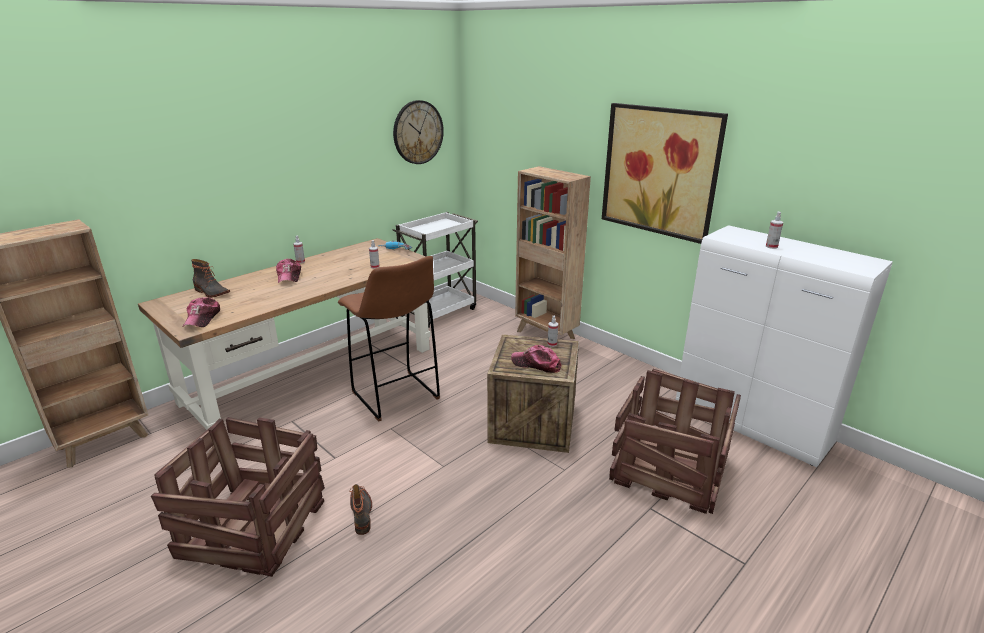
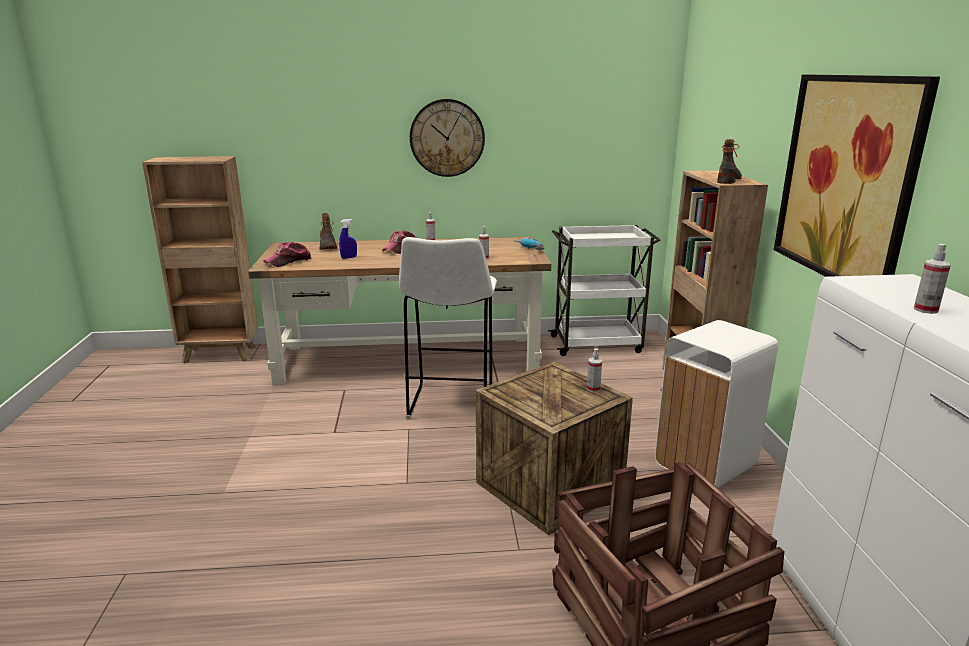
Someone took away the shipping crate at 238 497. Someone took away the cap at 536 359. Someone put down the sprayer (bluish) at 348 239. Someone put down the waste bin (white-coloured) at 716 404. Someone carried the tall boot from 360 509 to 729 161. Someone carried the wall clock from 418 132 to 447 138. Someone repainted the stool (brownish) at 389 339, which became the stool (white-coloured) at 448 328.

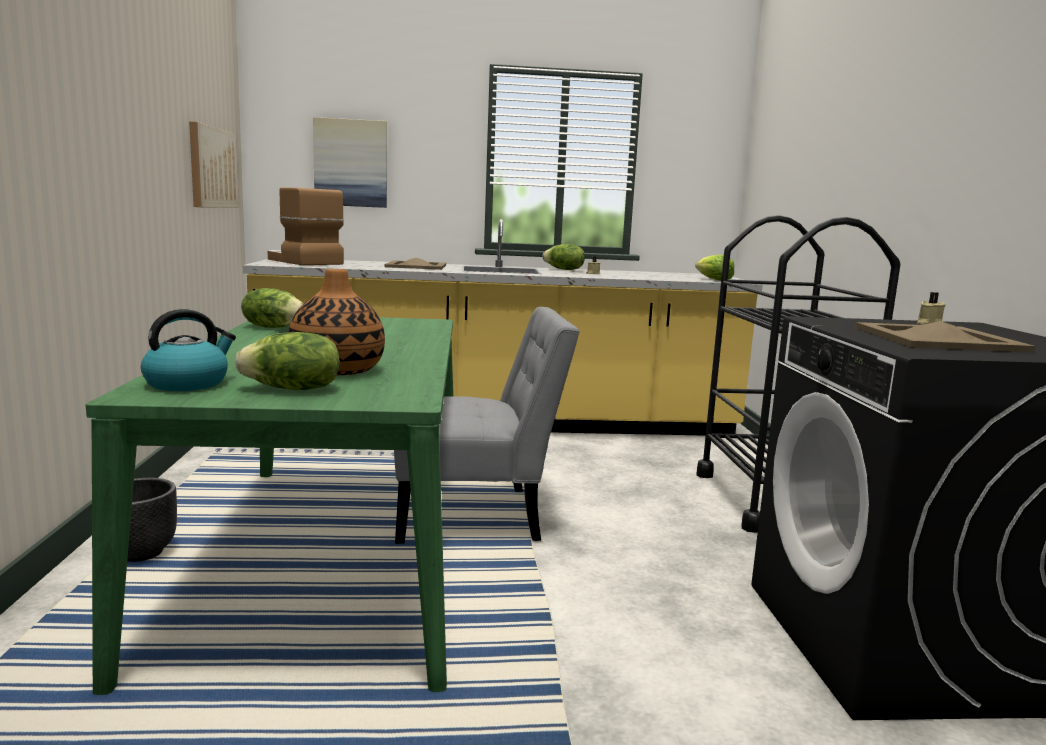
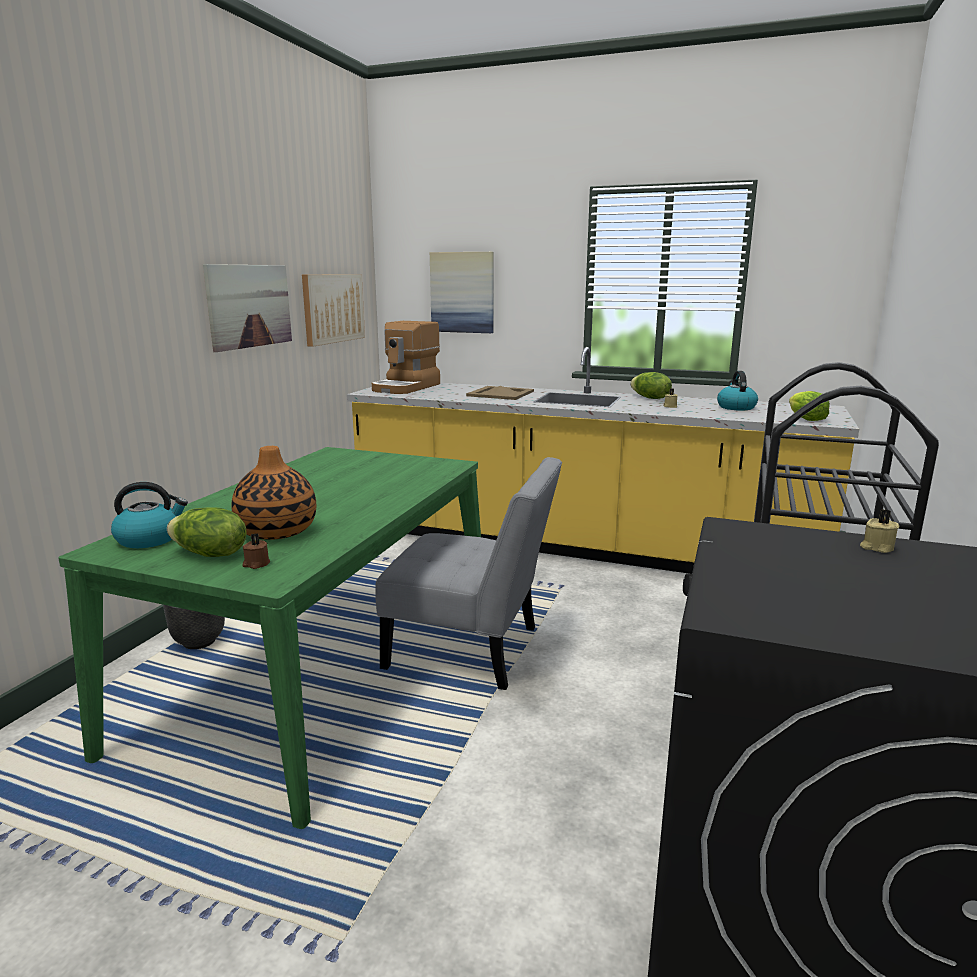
Someone took away the lettuce at 272 308. Someone took away the serving tray (sand-coloured) at 945 336. Someone put up the wall art at 247 308. Someone put down the candle (brownish) at 256 551. Someone put down the tea kettle at 737 391. Someone rotated the coffee brewer at 306 226 by 135 degrees counterclockwise.

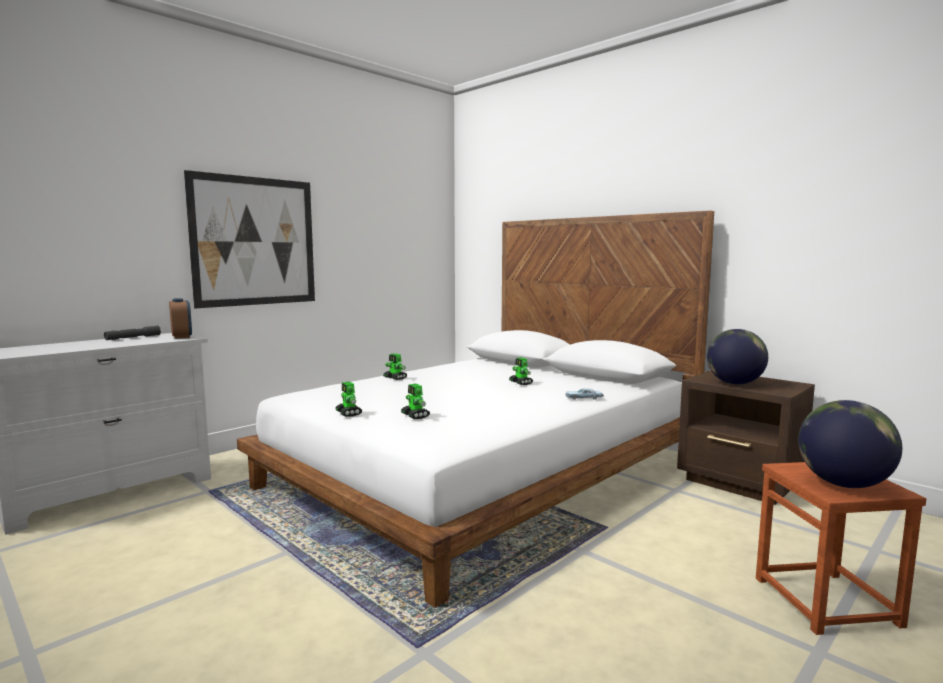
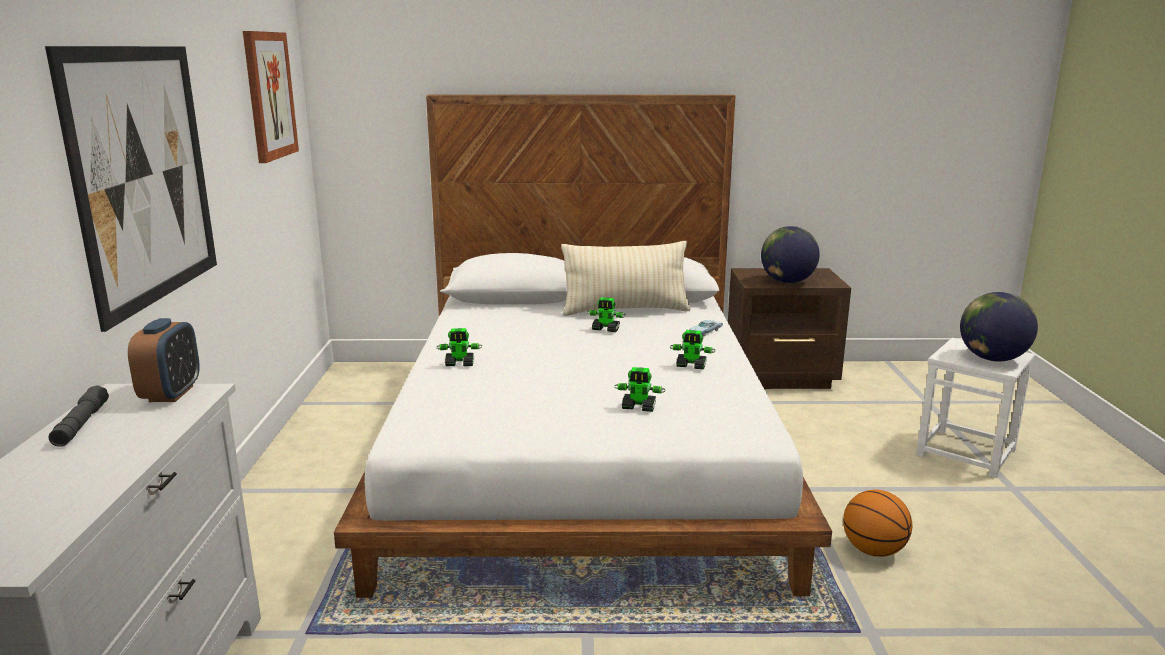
Someone put up the wall art at 271 97. Someone put down the throw pillow (sand-coloured) at 626 278. Someone put down the basketball at 877 523. Someone carried the robot figure from 348 399 to 692 350. Someone repainted the stool (brownish) at 841 548, which became the stool (white-coloured) at 975 408. Someone rotated the table clock at 180 318 by 75 degrees clockwise.

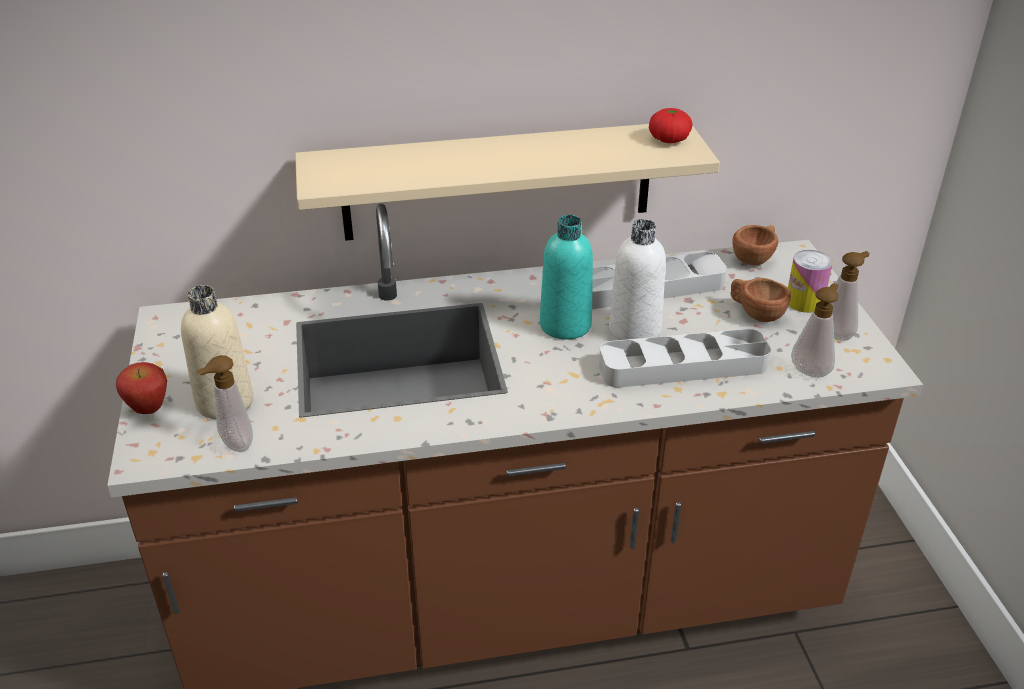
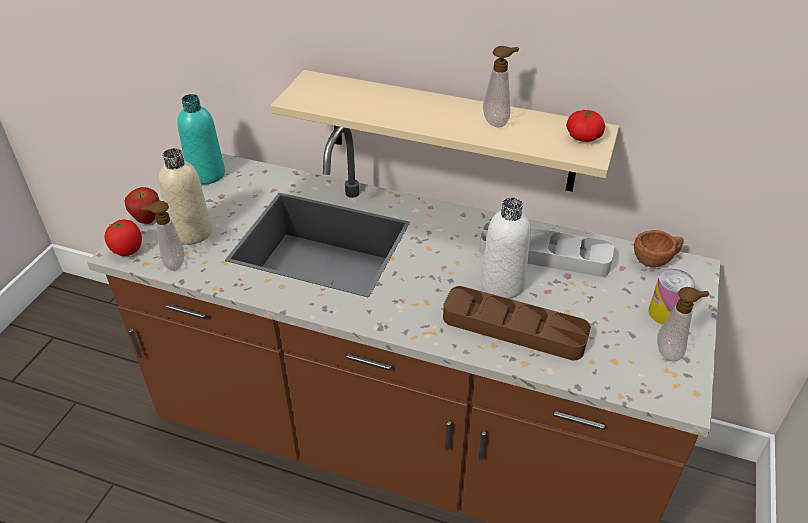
Someone took away the cup (brownish) at 761 300. Someone put down the tomato at 123 237. Someone carried the beverage bottle (turquoise) from 566 277 to 201 139. Someone carried the liquid soap bottle from 815 330 to 501 86. Someone repainted the serving tray (gray) at 685 358, which became the serving tray (brownish) at 517 323.

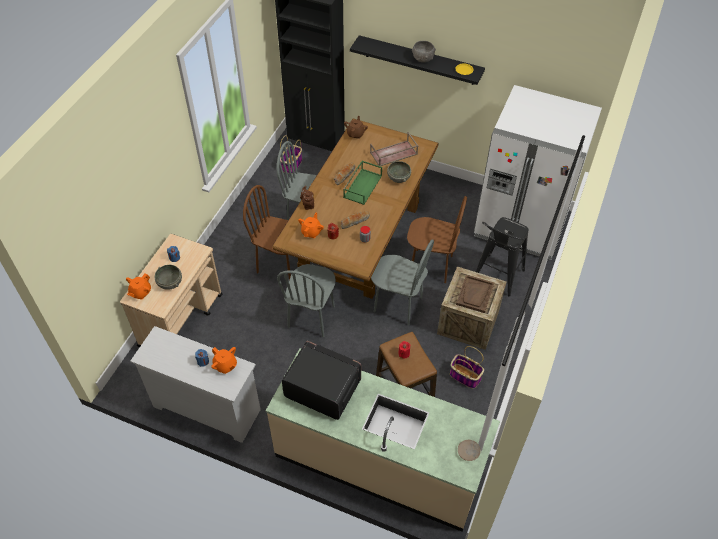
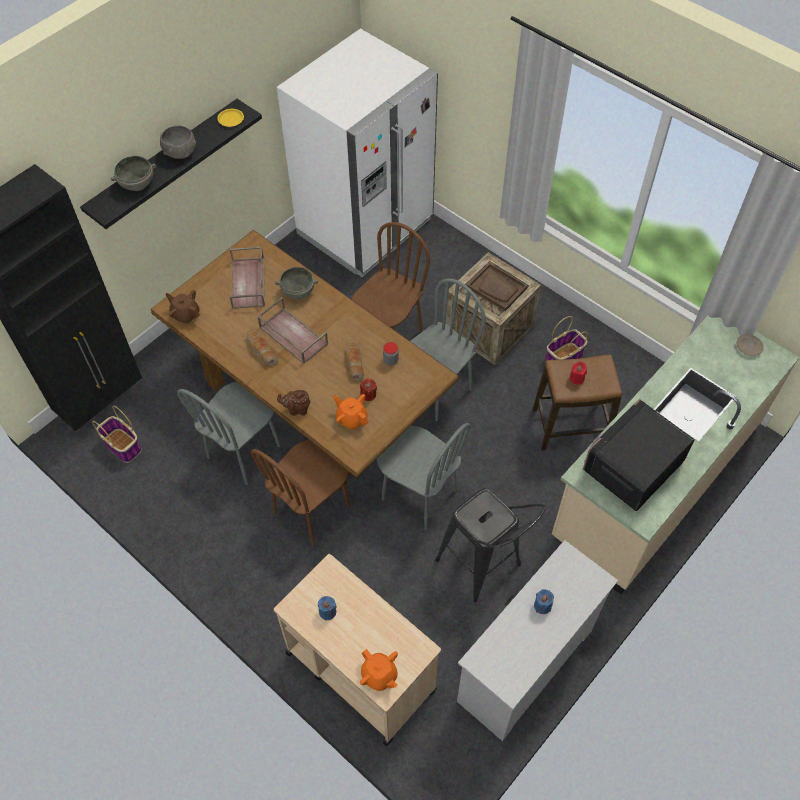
Someone took away the tea pot (orange) at 224 360. Someone carried the bowl (gray) from 168 277 to 133 173. Someone carried the stool (black) from 502 256 to 490 545. Someone repainted the serving tray (green) at 362 182, which became the serving tray (brownish) at 292 331.

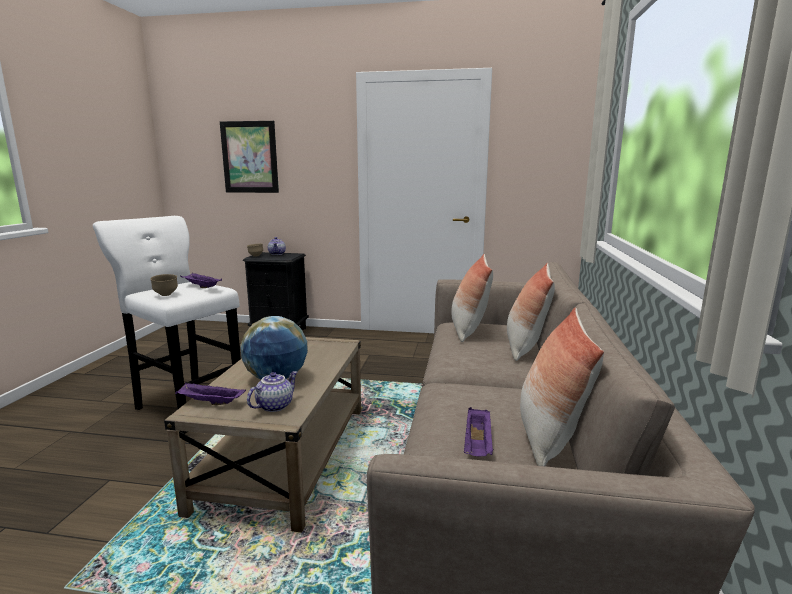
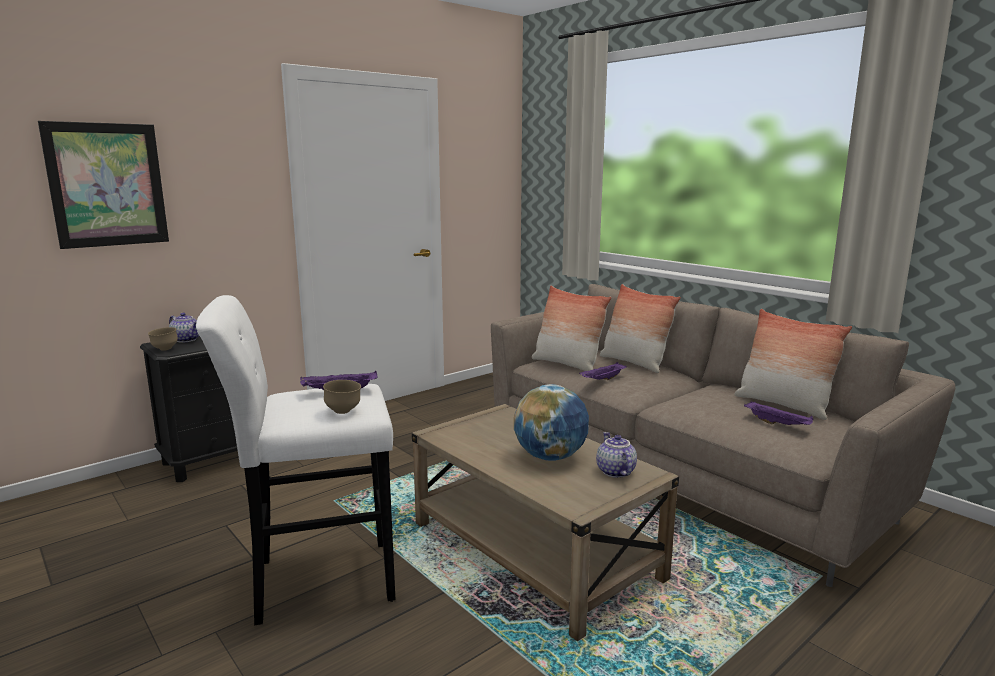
Someone carried the serving tray (purple-coloured) from 210 394 to 603 371.

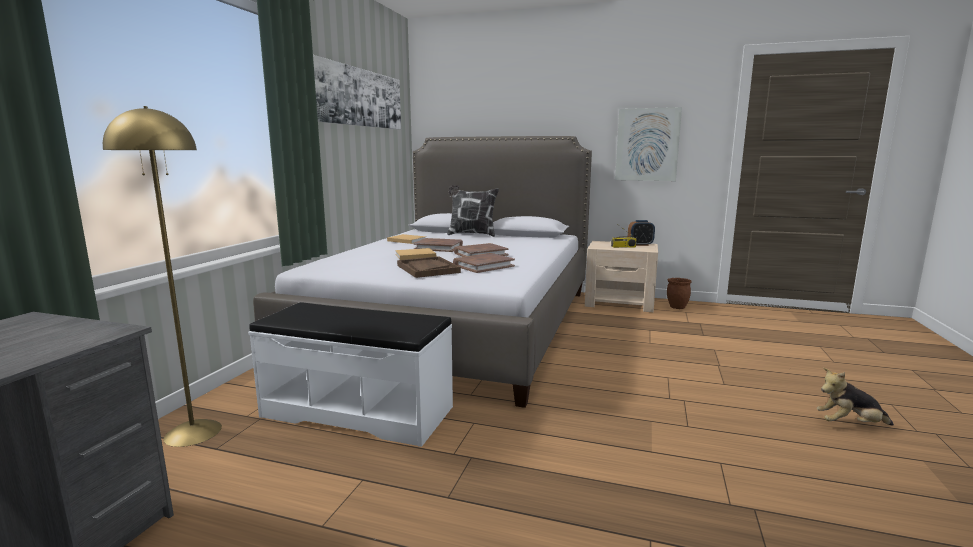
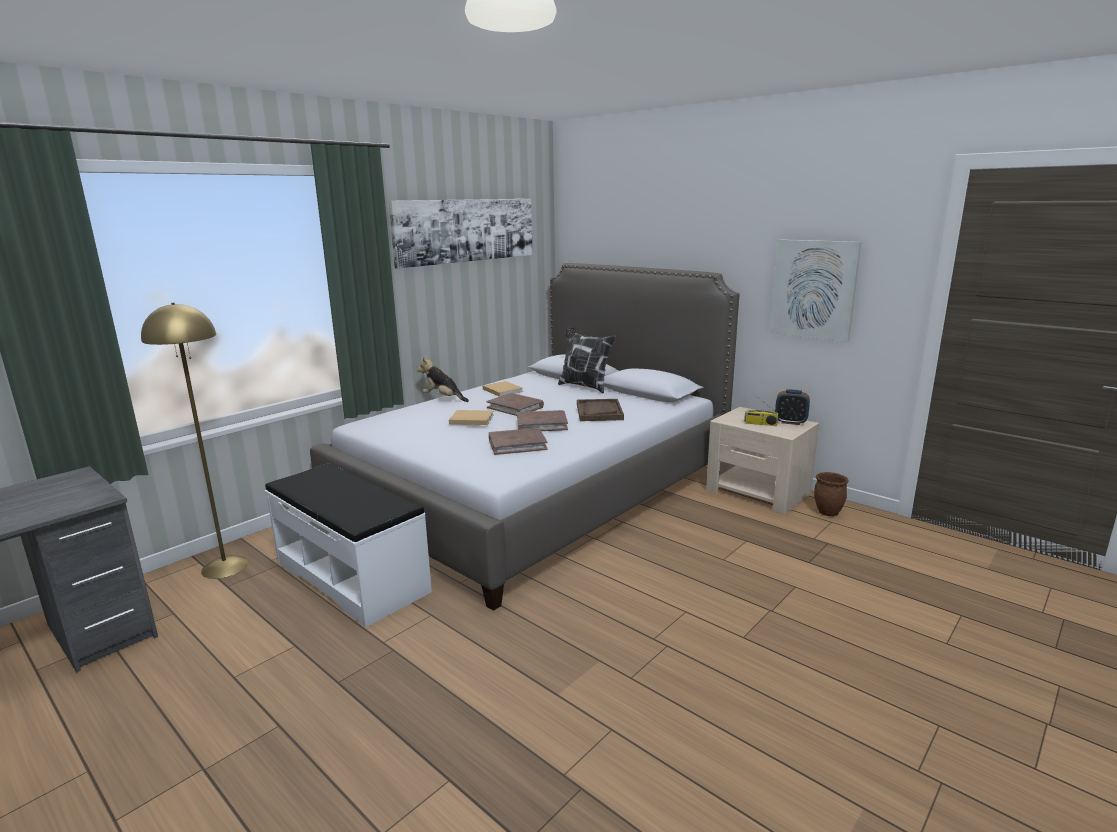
Someone carried the serving tray (brownish) from 429 267 to 600 410. Someone carried the cuddly toy from 855 397 to 443 379.

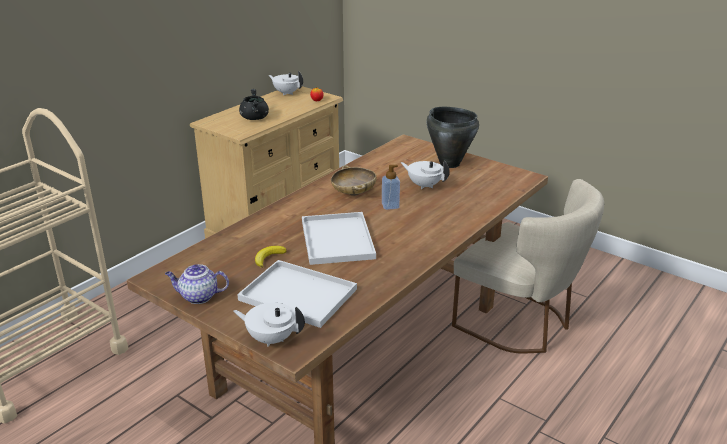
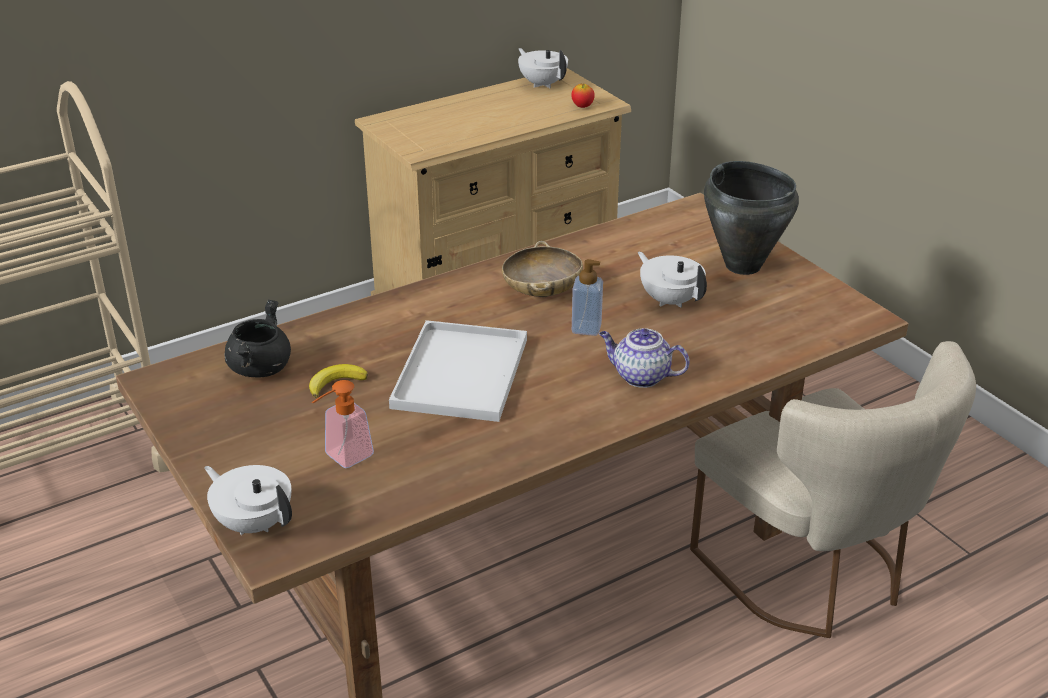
Someone carried the tea pot from 197 284 to 644 358. Someone carried the stockpot (black) from 254 104 to 258 338. Someone swapped the serving tray (white-coloured) at 297 294 for the liquid soap bottle at 343 424.

